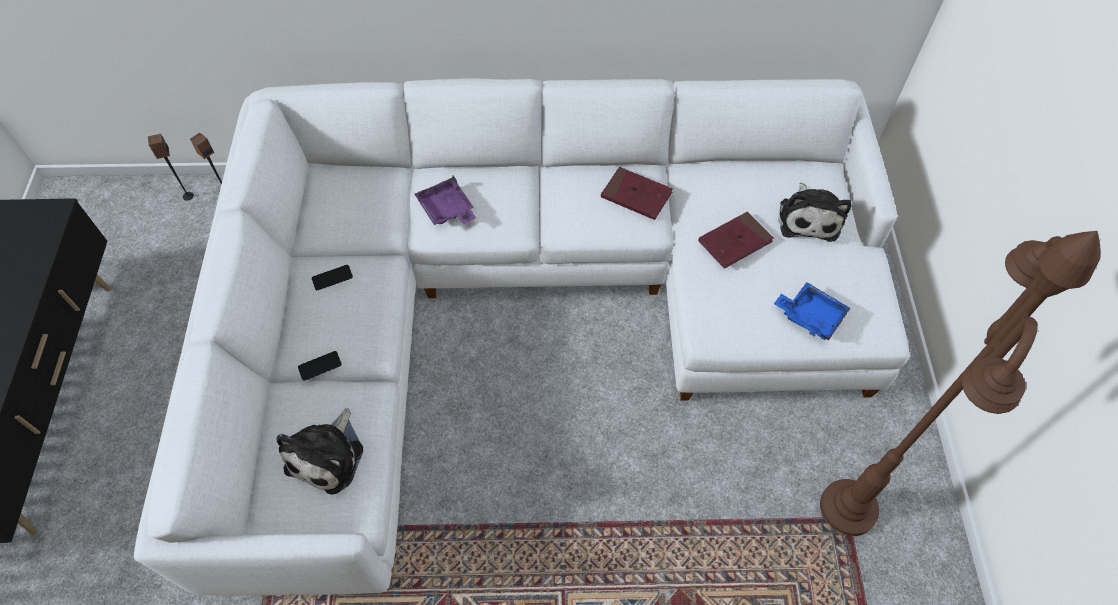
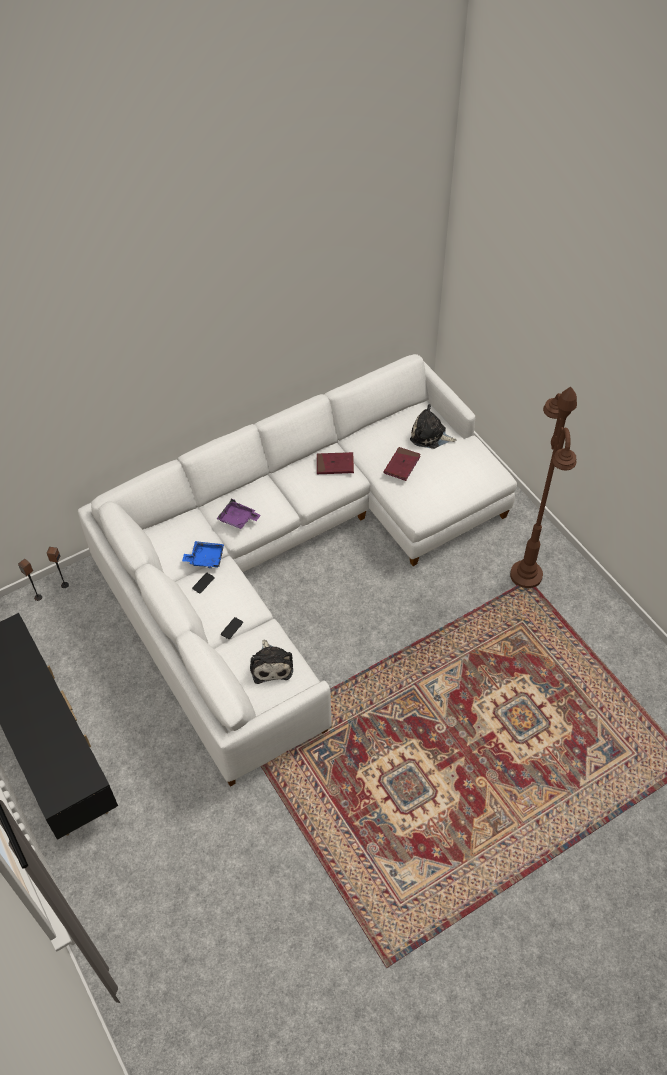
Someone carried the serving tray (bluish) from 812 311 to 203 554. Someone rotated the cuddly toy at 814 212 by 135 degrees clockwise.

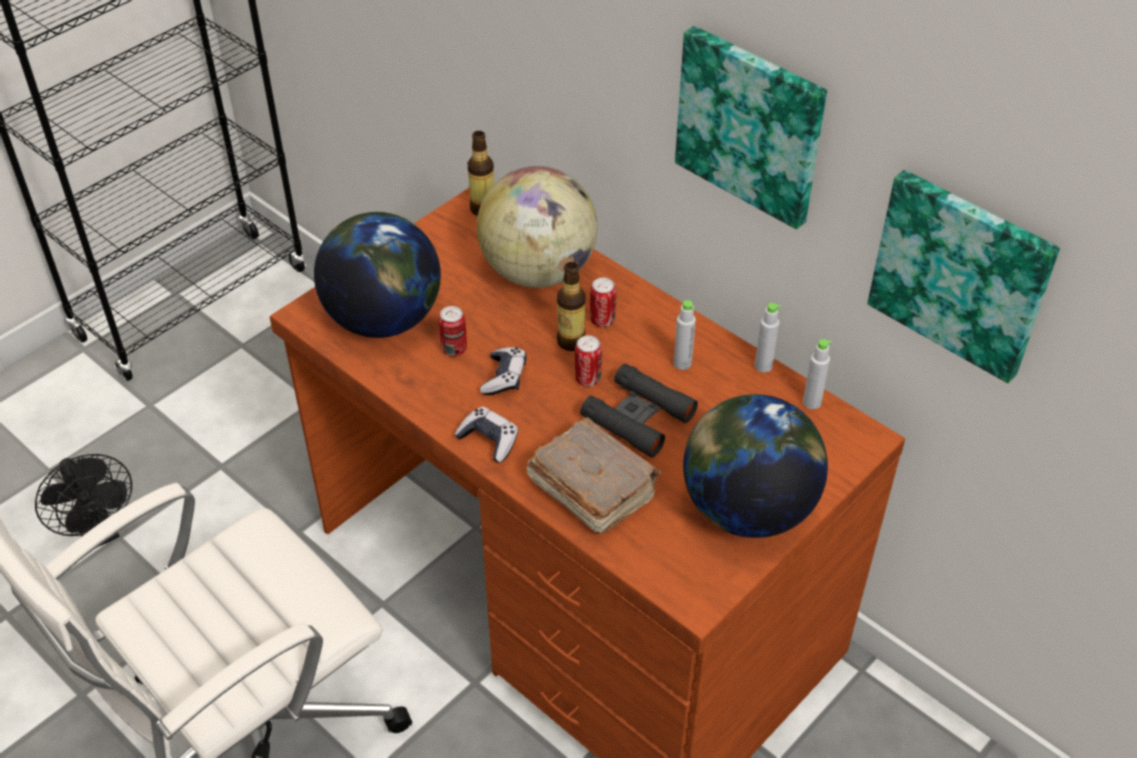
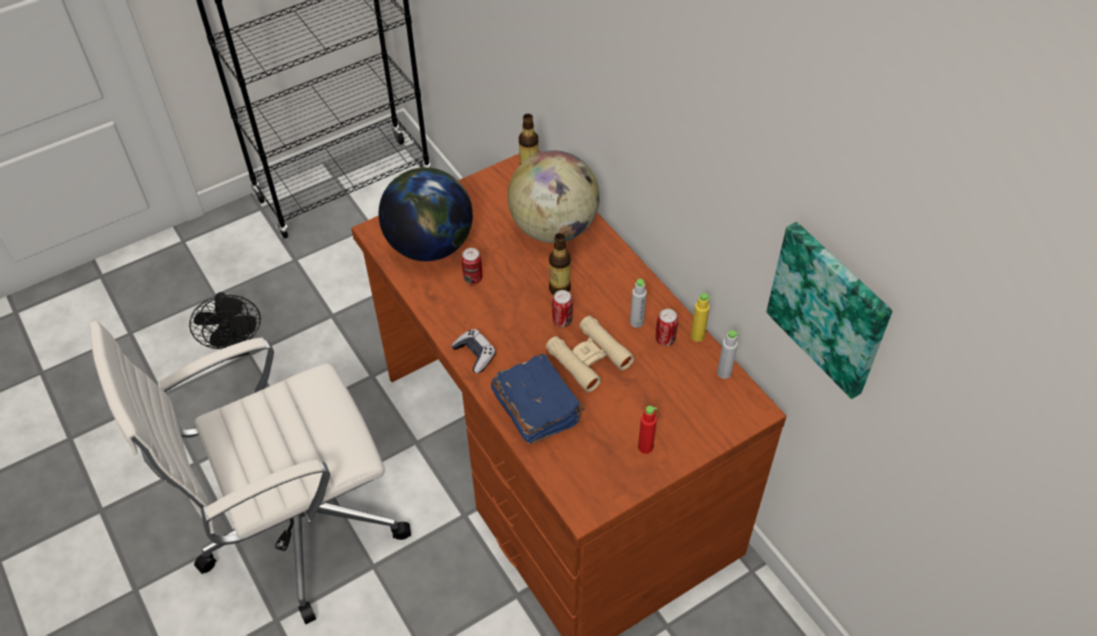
Someone took away the gamepad at 503 371. Someone took away the wall art at 751 127. Someone carried the sealed can from 603 302 to 667 327. Someone swapped the globe at 755 466 for the beverage bottle (red-coloured) at 647 430. Someone repainted the book (brownish) at 594 475, which became the book (bluish) at 537 399. Someone repainted the binoculars (black) at 639 411, which became the binoculars (sand-coloured) at 590 354. Someone repainted the beverage bottle (gray) at 768 338, which became the beverage bottle (yellow-coloured) at 701 317.

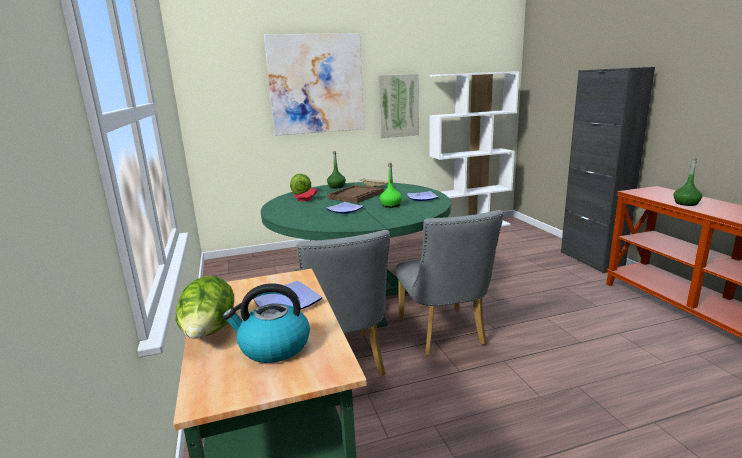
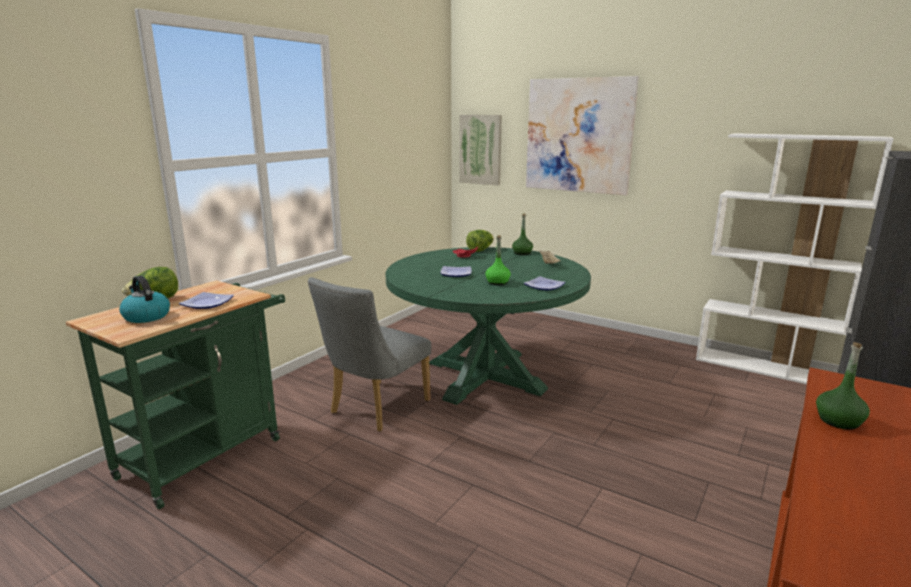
Someone took away the serving tray (brownish) at 355 194. Someone took away the upright chair (gray) at 450 283. Someone carried the wall art from 398 106 to 480 150.

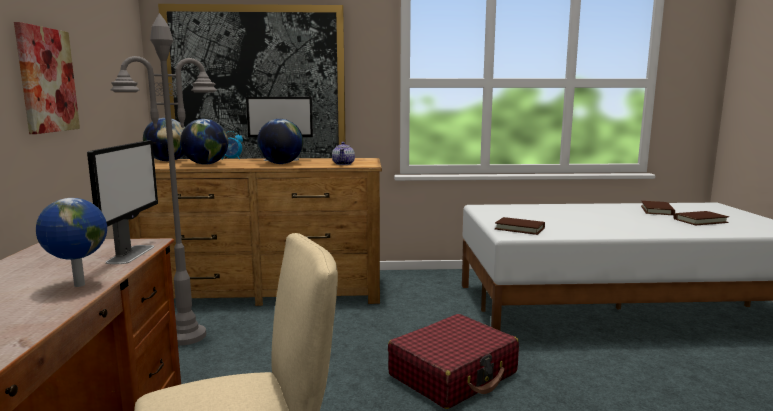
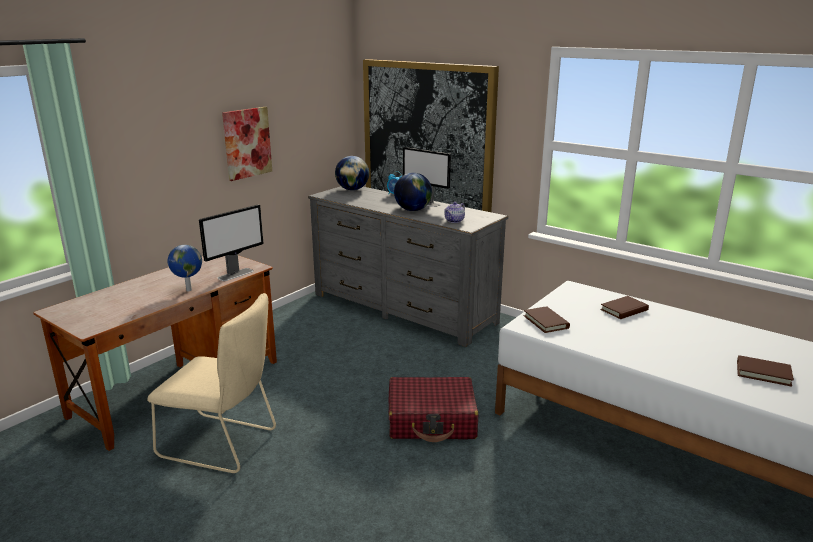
Someone took away the standing lamp (gray) at 164 179. Someone took away the globe at 204 142. Someone carried the book (brownish) from 658 208 to 624 307. Someone repainted the chest of drawers (brownish) at 255 232, which became the chest of drawers (gray) at 408 266.

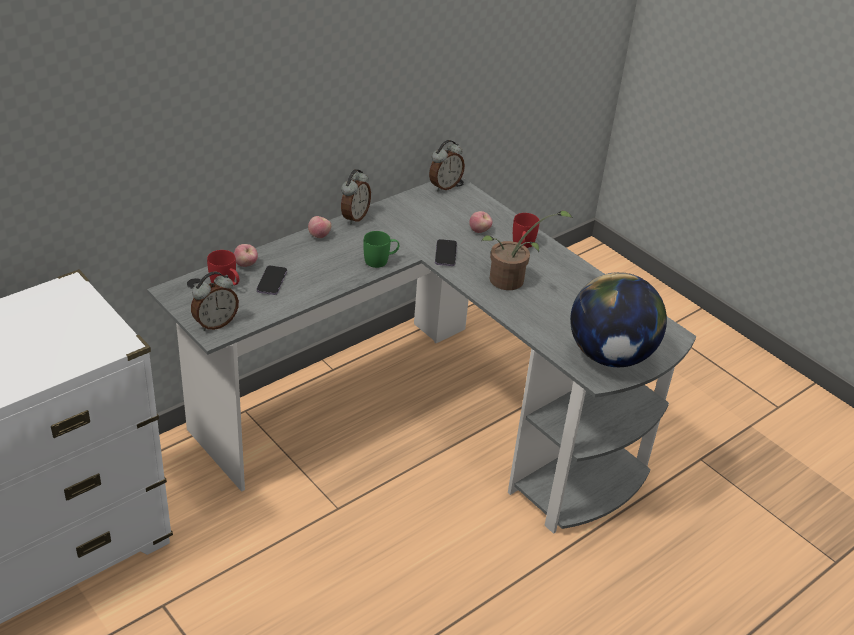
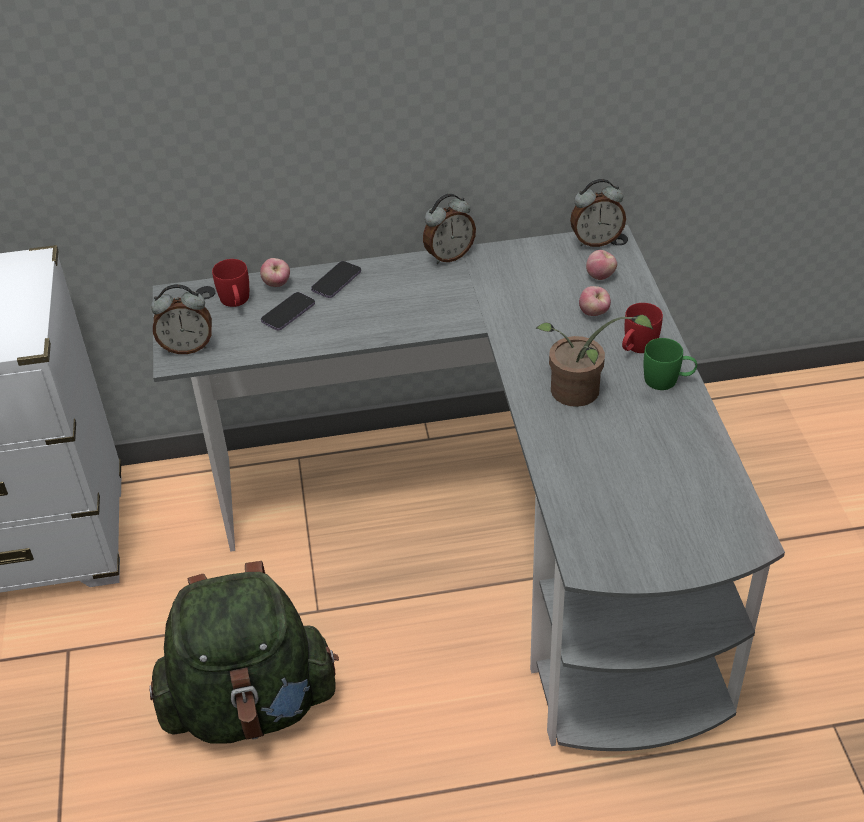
Someone took away the globe at 618 319. Someone put down the knapsack (green) at 244 652. Someone carried the apple fruit from 319 227 to 601 265. Someone carried the mug (green) from 381 249 to 670 364. Someone carried the phone from 446 252 to 336 279.

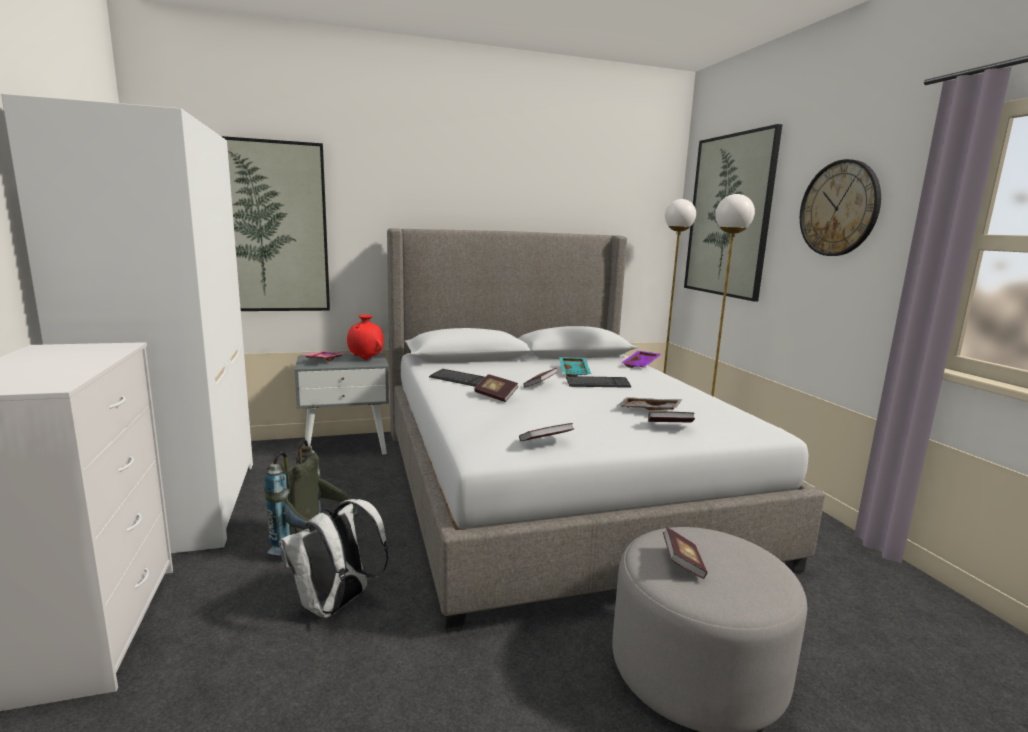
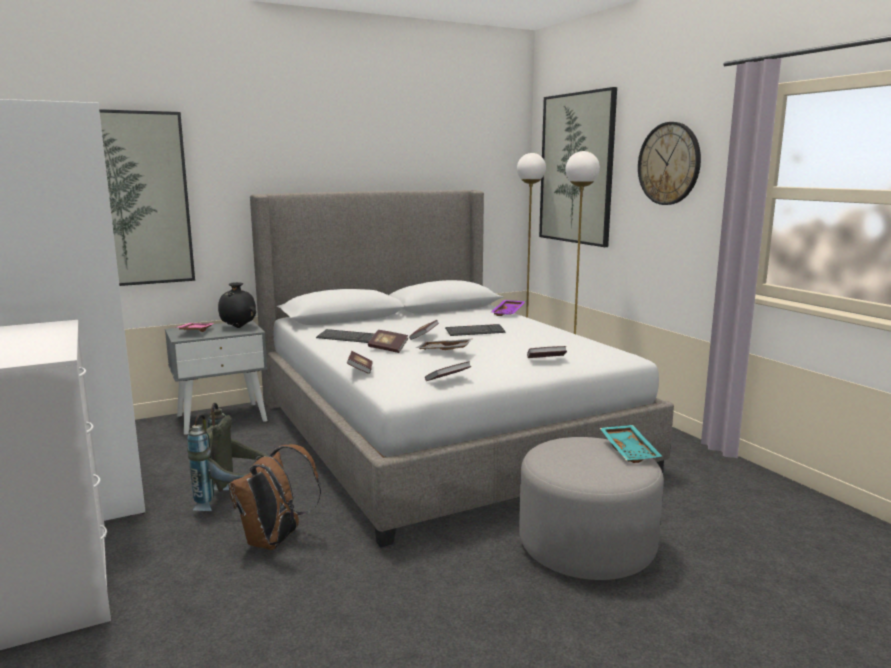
Someone carried the serving tray (turquoise) from 575 366 to 631 444. Someone carried the serving tray (gray) from 650 404 to 444 344. Someone carried the book from 685 553 to 360 362. Someone repainted the knapsack (white-coloured) at 334 558, which became the knapsack (brownish) at 275 497. Someone repainted the flower vase (red-coloured) at 365 337, which became the flower vase (black) at 237 305.

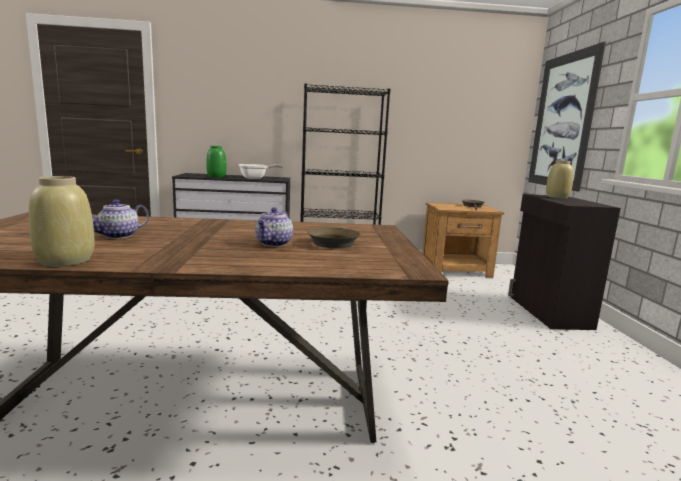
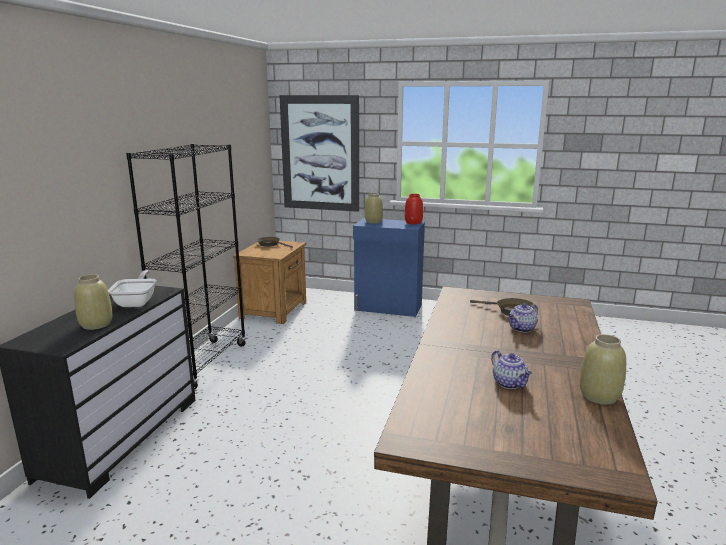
Someone put down the flower vase (red-coloured) at 414 209. Someone repainted the flower vase (green) at 216 162, which became the flower vase (sand-coloured) at 93 302. Someone repainted the storage cabinet (black) at 564 262, which became the storage cabinet (bluish) at 389 267. Someone rotated the tea pot at 274 227 by 105 degrees clockwise.

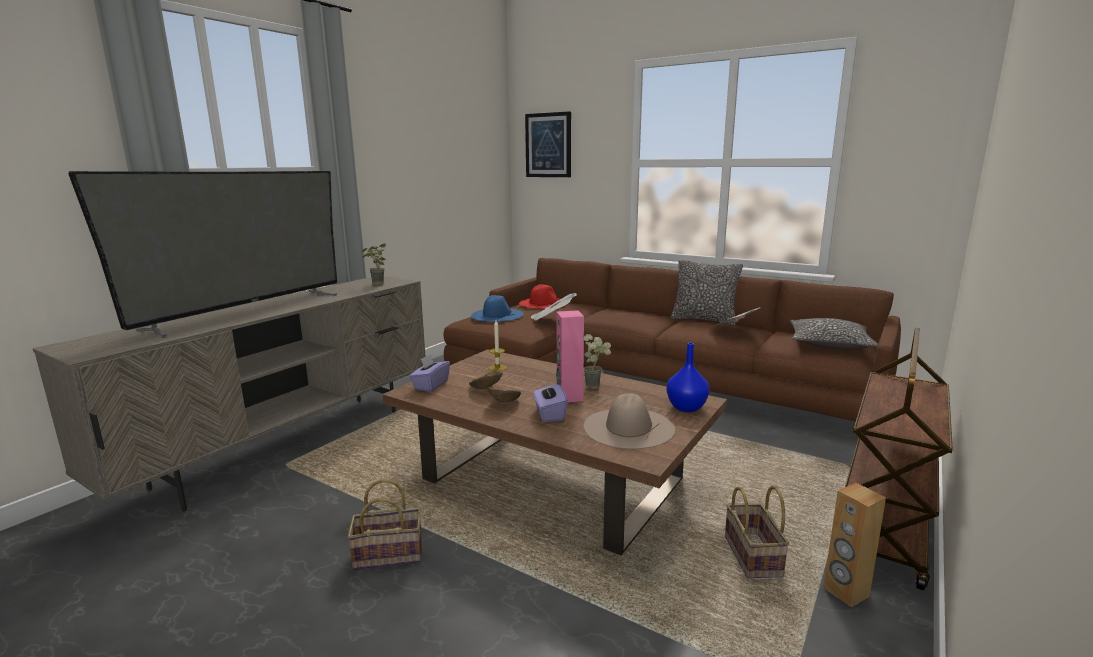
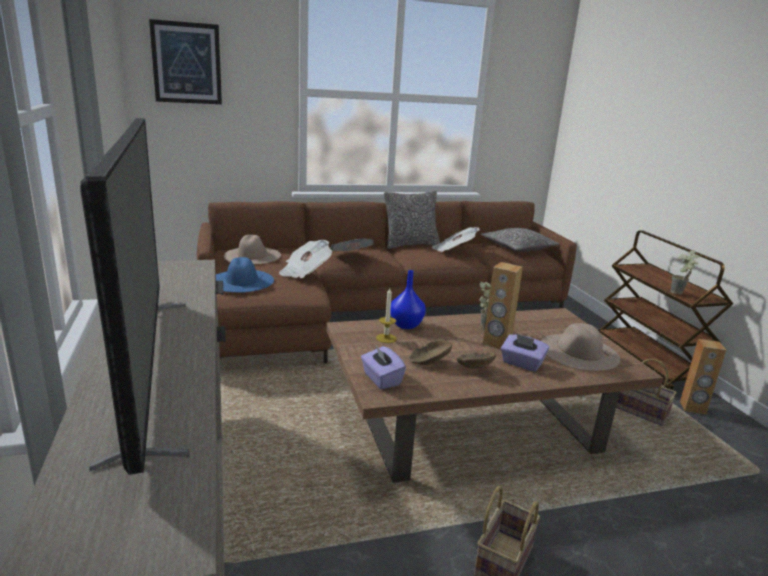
Someone put down the newspaper at 352 244. Someone carried the potted plant from 374 264 to 685 272. Someone carried the flower vase (bluish) from 688 377 to 408 299. Someone repainted the hat (red-coloured) at 542 296, which became the hat (sand-coloured) at 252 249. Someone repainted the loudspeaker (pink) at 570 356, which became the loudspeaker (brownish) at 503 306.

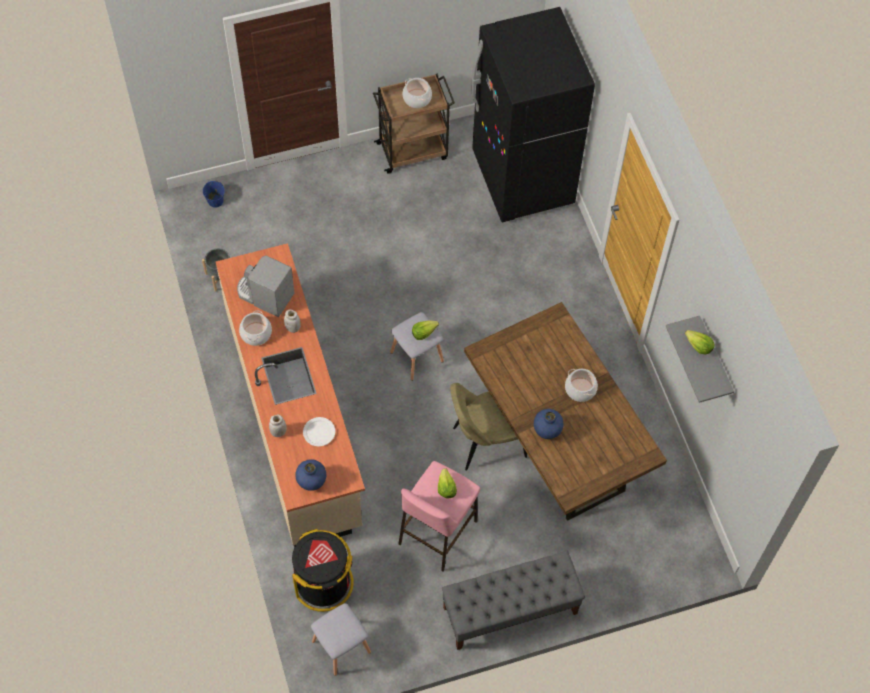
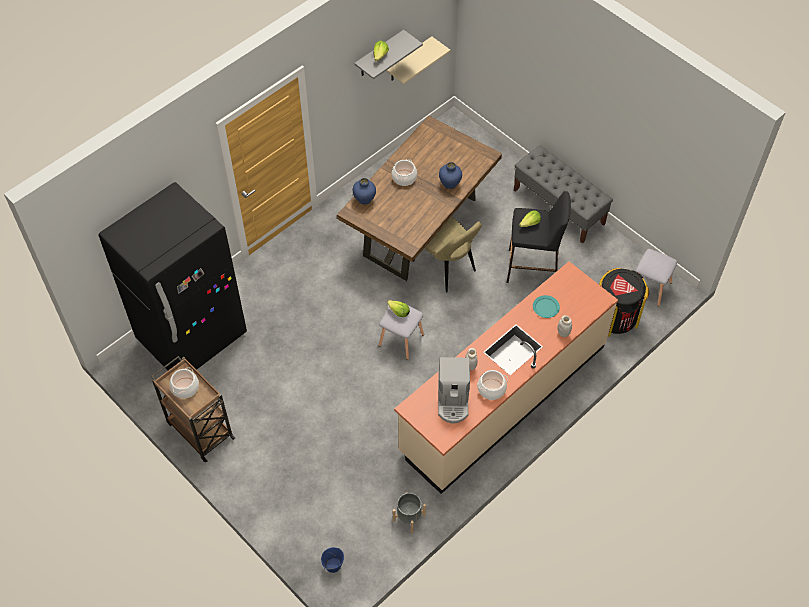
Someone put up the shelf (sand-coloured) at 418 60. Someone carried the flower vase (bluish) from 310 475 to 364 191. Someone repainted the dinner plate (white-coloured) at 319 431, which became the dinner plate (turquoise) at 546 306. Someone repainted the stool (pink) at 439 516, which became the stool (black) at 539 237.

